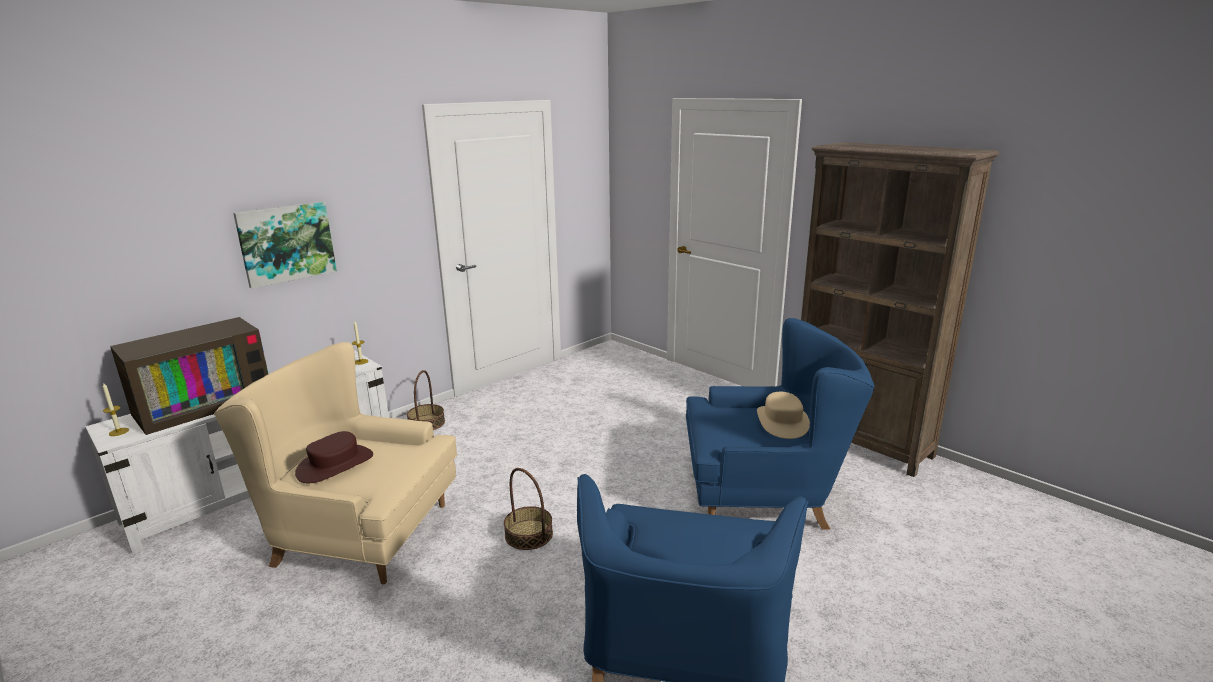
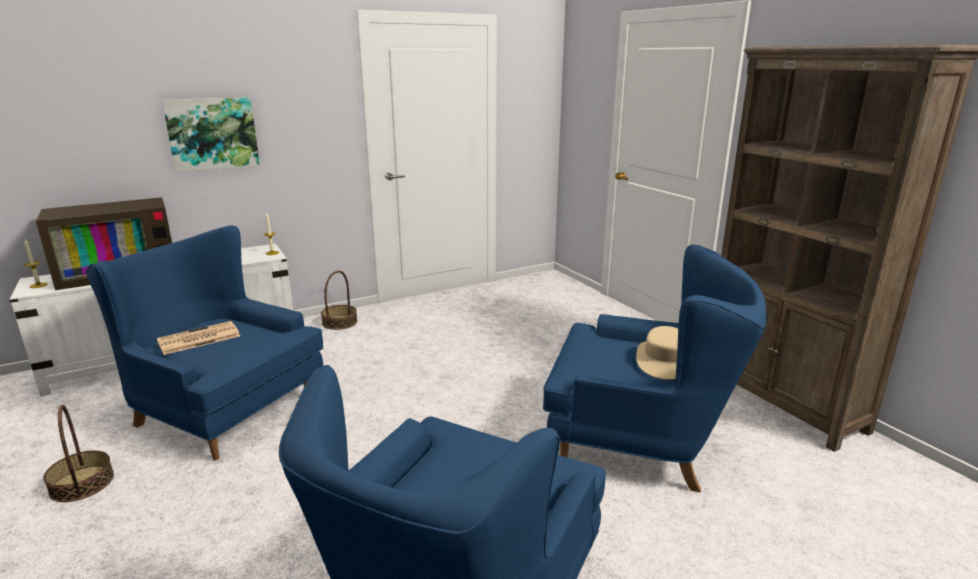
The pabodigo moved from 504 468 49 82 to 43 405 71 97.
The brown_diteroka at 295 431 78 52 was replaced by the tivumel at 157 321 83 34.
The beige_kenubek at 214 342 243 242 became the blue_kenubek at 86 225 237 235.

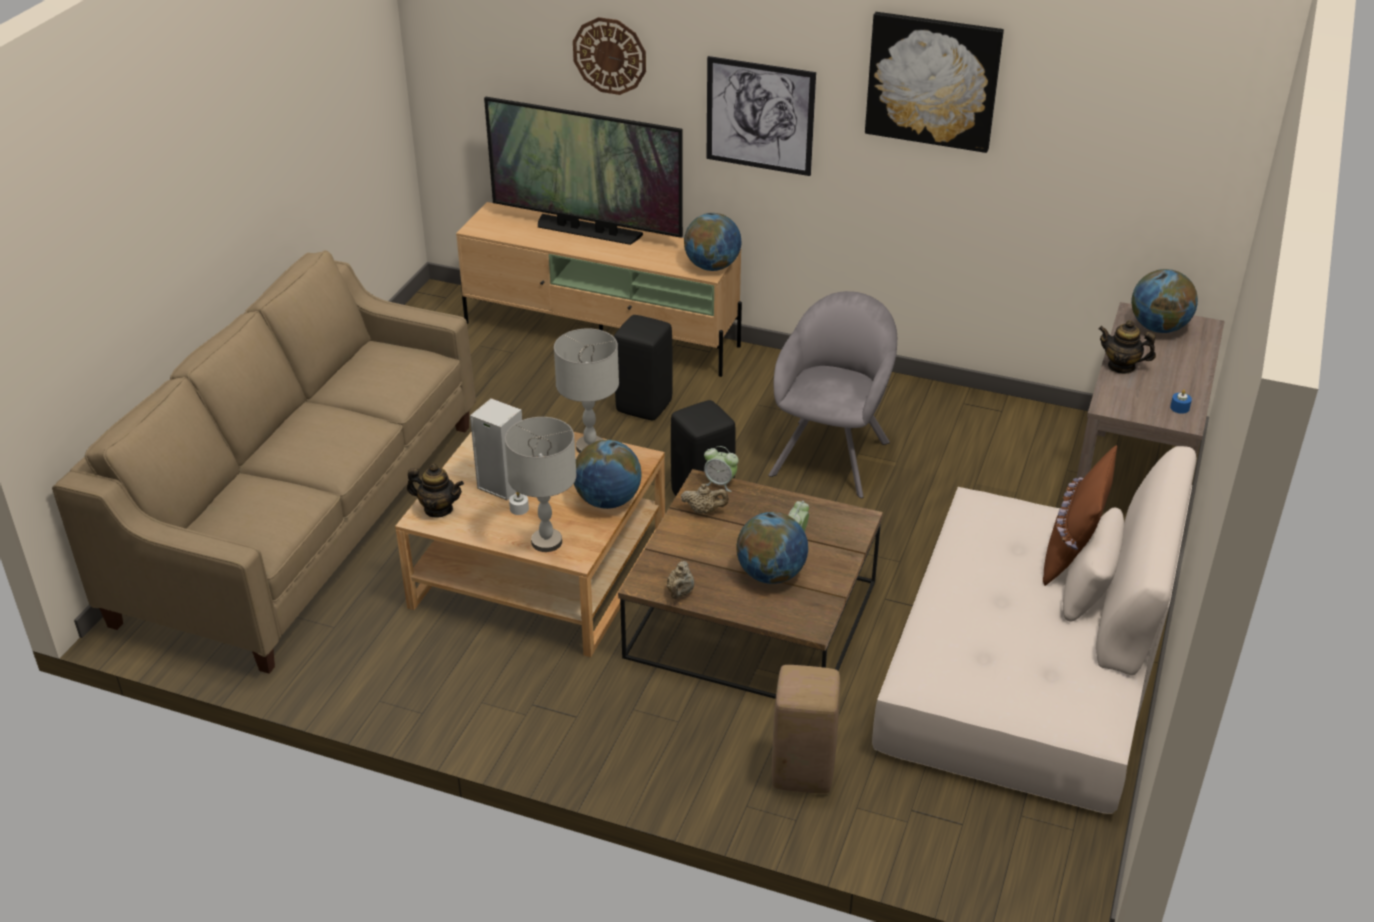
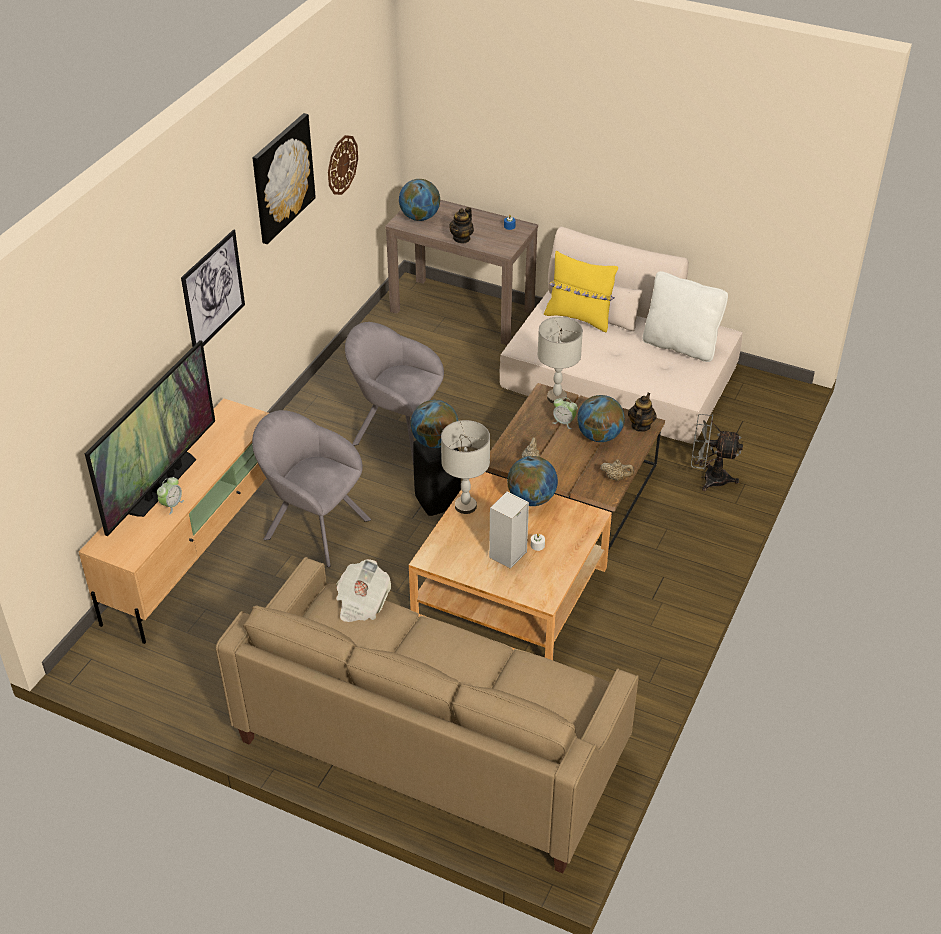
The tivumel at 336 559 55 63 appeared.
The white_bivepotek at 643 271 85 91 appeared.
The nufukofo moved from 407 464 57 53 to 628 393 29 39.
The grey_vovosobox moved from 505 417 72 135 to 537 317 46 87.
The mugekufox moved from 573 17 73 78 to 328 135 30 60.
The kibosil moved from 684 213 58 58 to 410 400 49 48.
The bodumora moved from 704 446 35 46 to 157 477 27 37.
The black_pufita at 614 315 59 105 was replaced by the grey_kenubek at 252 410 119 157.
The beige_pufita at 772 665 68 129 was replaced by the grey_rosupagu at 691 414 52 77.
The brown_bivepotek at 1043 445 74 141 became the yellow_bivepotek at 544 251 74 81.

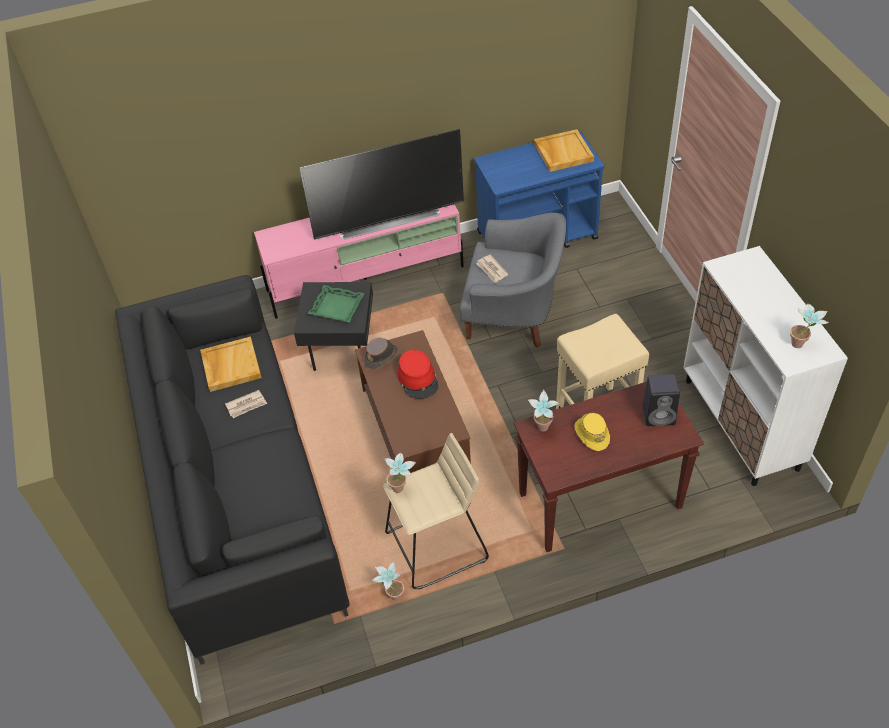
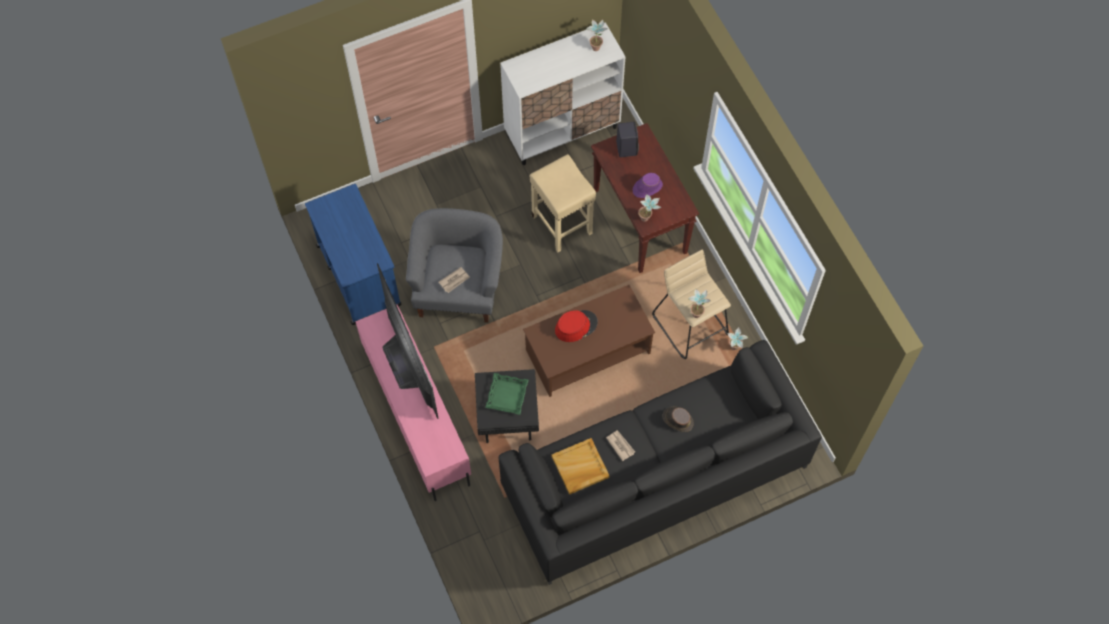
The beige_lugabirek at 534 129 60 43 disappeared.
The brown_diteroka moved from 364 338 34 32 to 662 407 31 25.
The yellow_diteroka at 575 413 35 38 became the purple_diteroka at 633 173 30 25.

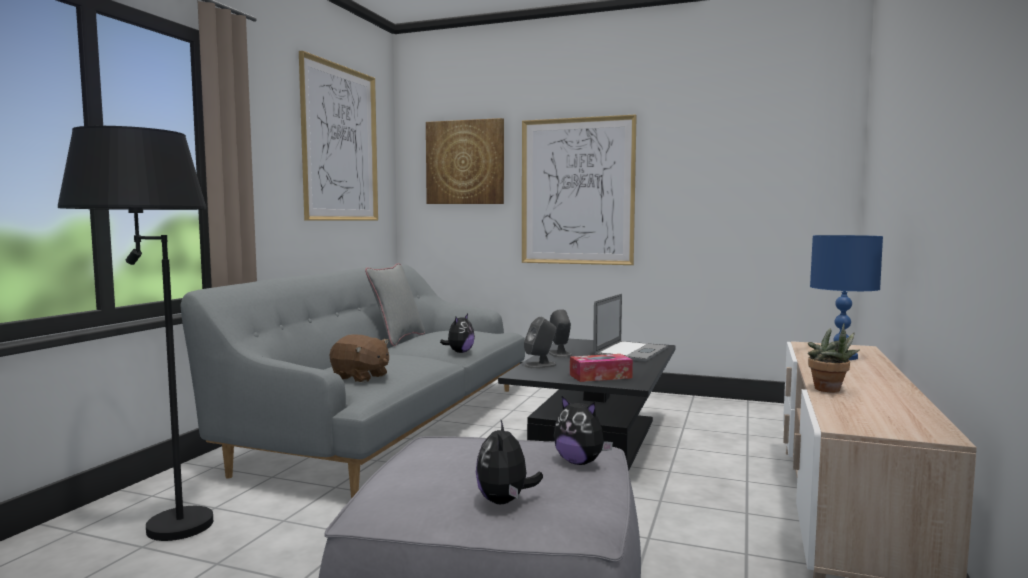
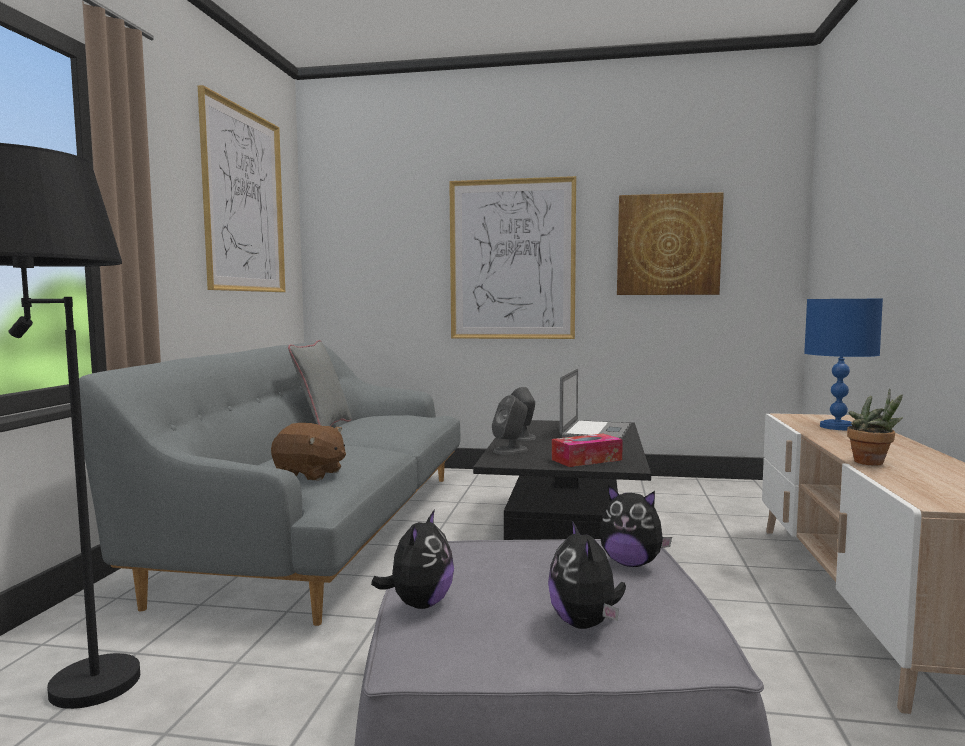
The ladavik moved from 426 118 78 86 to 617 192 107 103.
The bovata moved from 440 314 35 39 to 371 509 83 100.

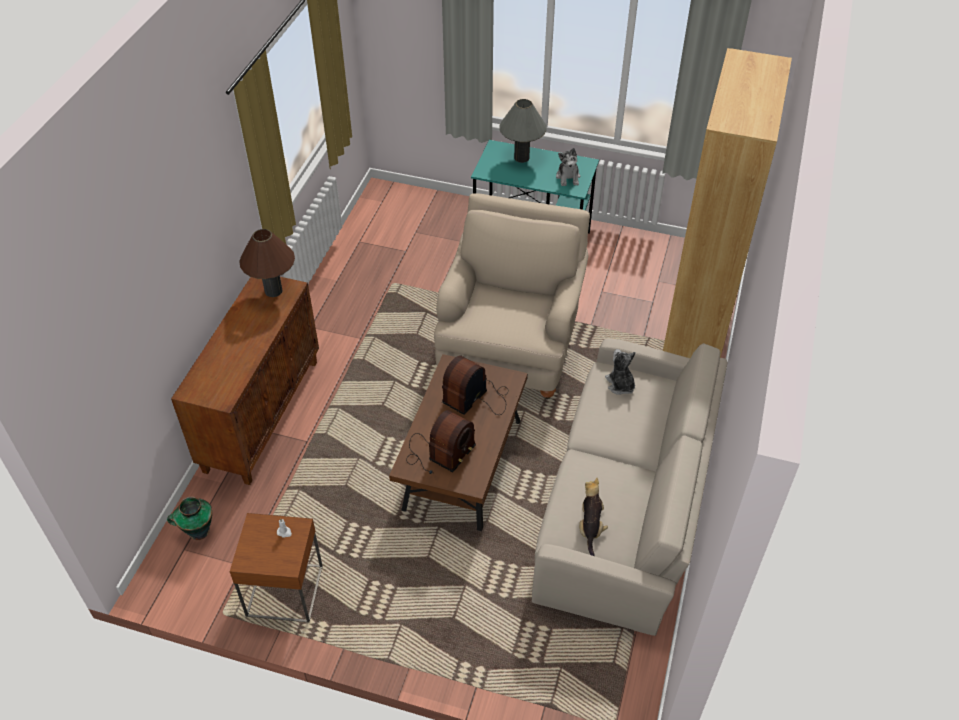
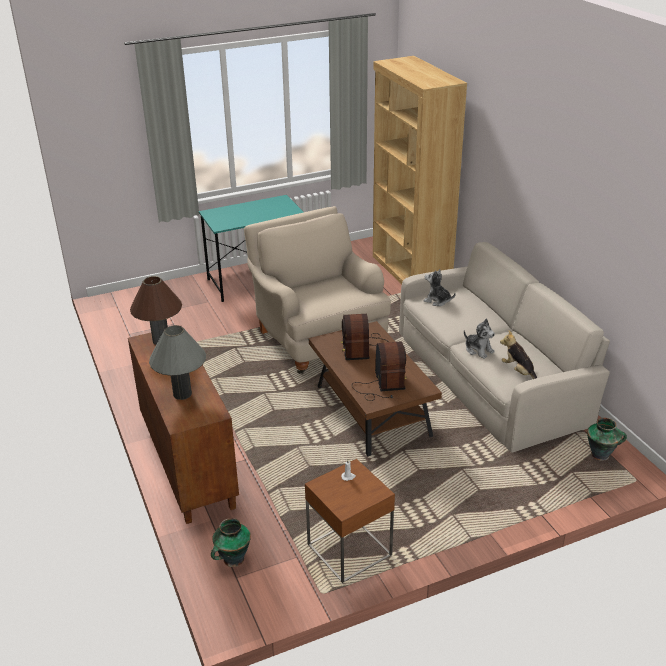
The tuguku at 587 418 40 43 appeared.
The grey_vovosobox moved from 499 99 48 64 to 149 325 57 75.
The bovata moved from 556 148 24 38 to 464 319 31 40.

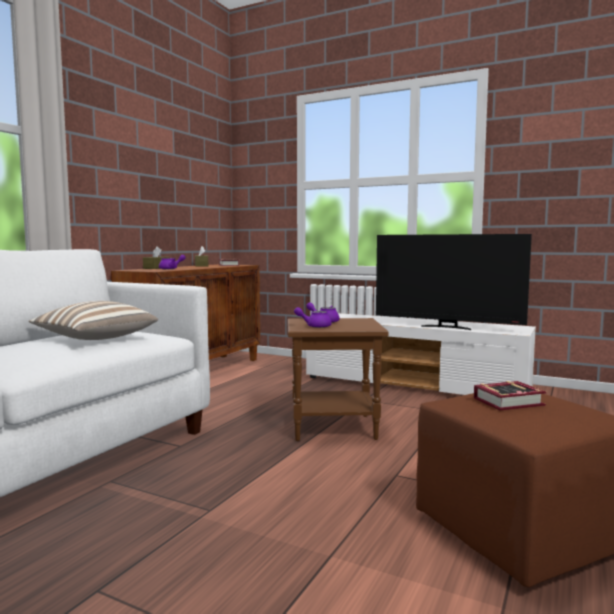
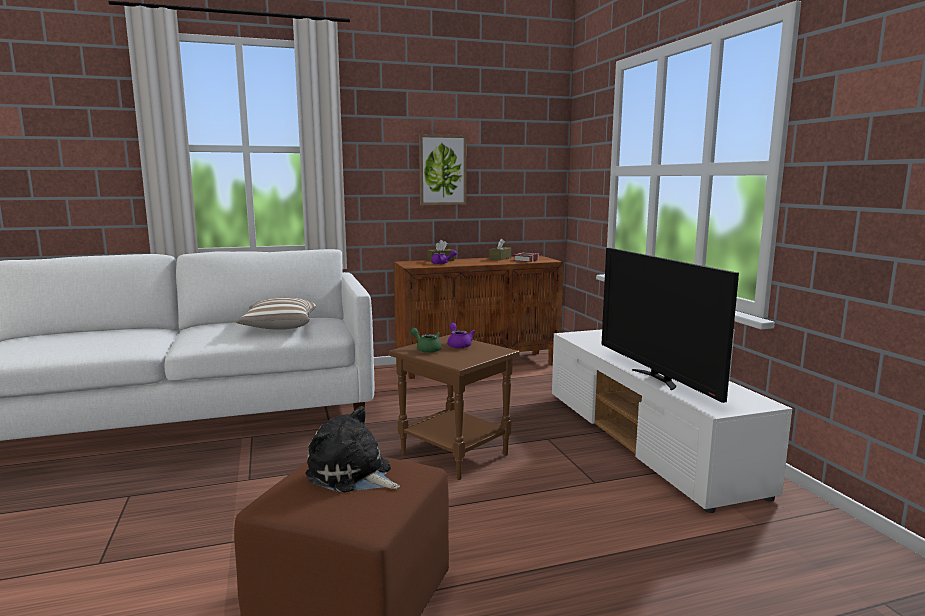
The ladavik at 419 134 48 71 appeared.
The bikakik at 474 381 72 30 was replaced by the bovata at 305 406 95 87.
The purple_nufukofo at 294 307 38 21 became the green_nufukofo at 410 328 32 25.

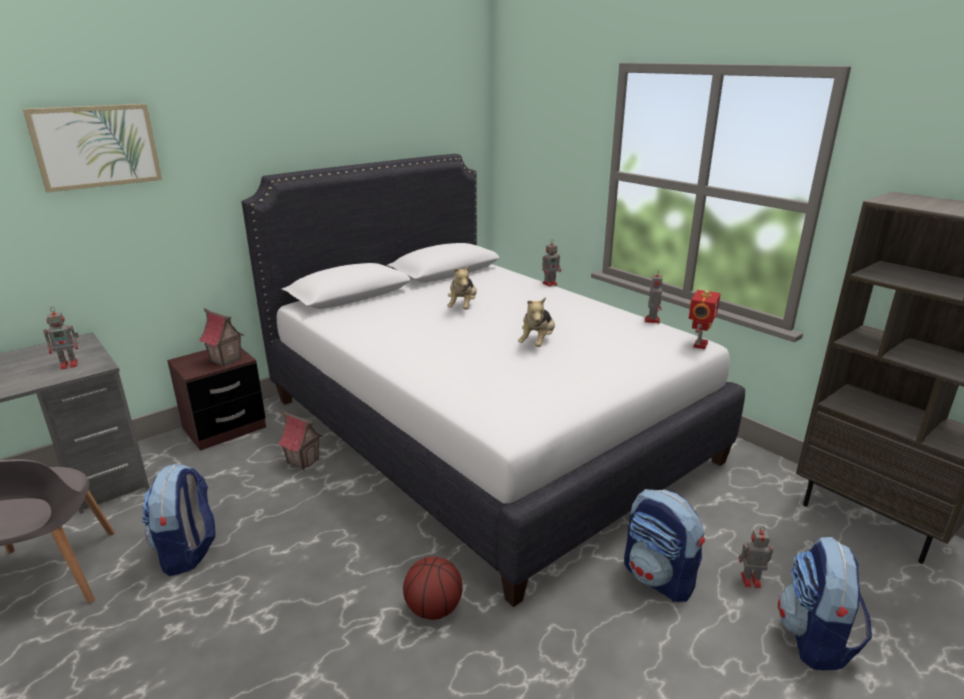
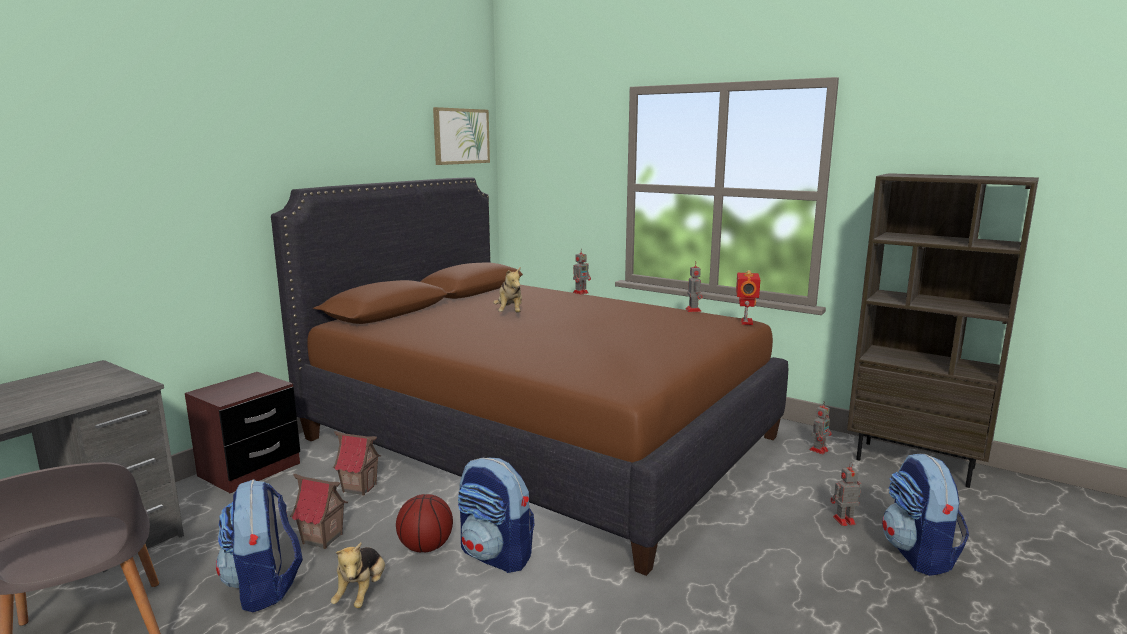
The ladavik moved from 23 104 139 88 to 433 107 57 58.
The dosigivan moved from 43 307 36 63 to 809 402 23 52.
The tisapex moved from 199 308 45 59 to 290 474 58 75.
The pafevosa moved from 403 556 60 64 to 396 494 57 58.
The bovata moved from 518 297 37 50 to 331 542 54 66.
The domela moved from 624 489 81 113 to 458 458 77 115.
The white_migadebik at 241 154 504 453 became the brown_migadebik at 271 177 517 399.

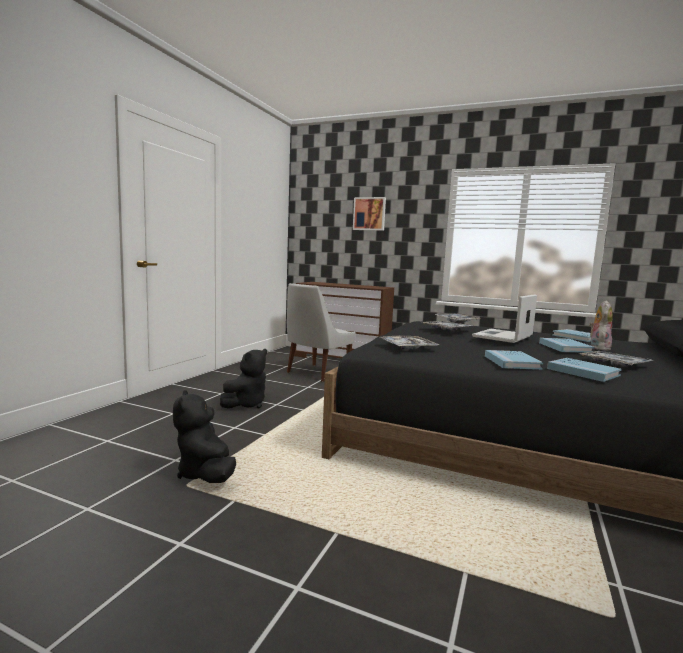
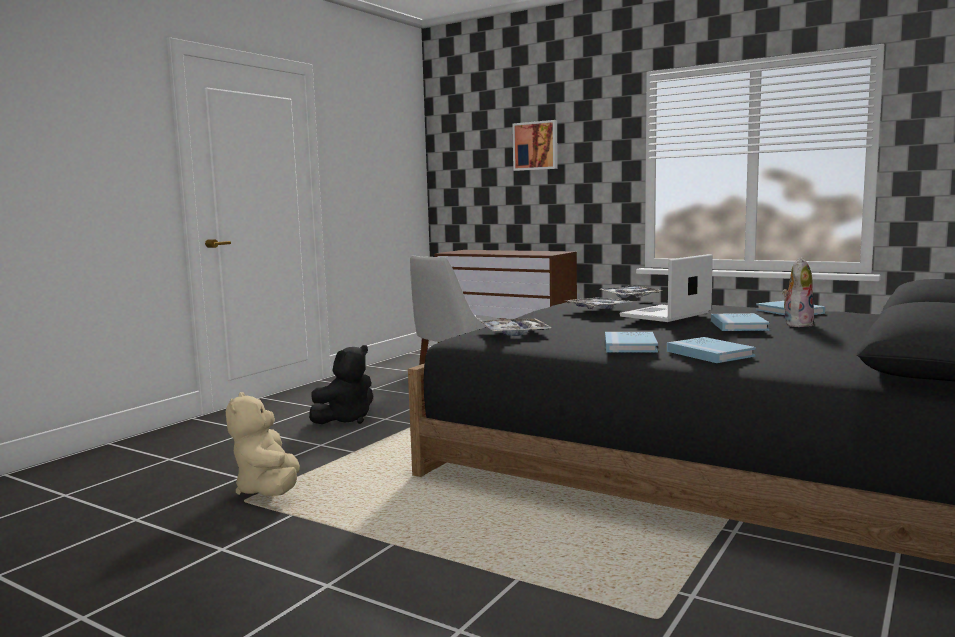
The lugabirek at 580 351 73 15 disappeared.
The black_bovata at 173 390 63 93 became the beige_bovata at 226 392 74 104.

